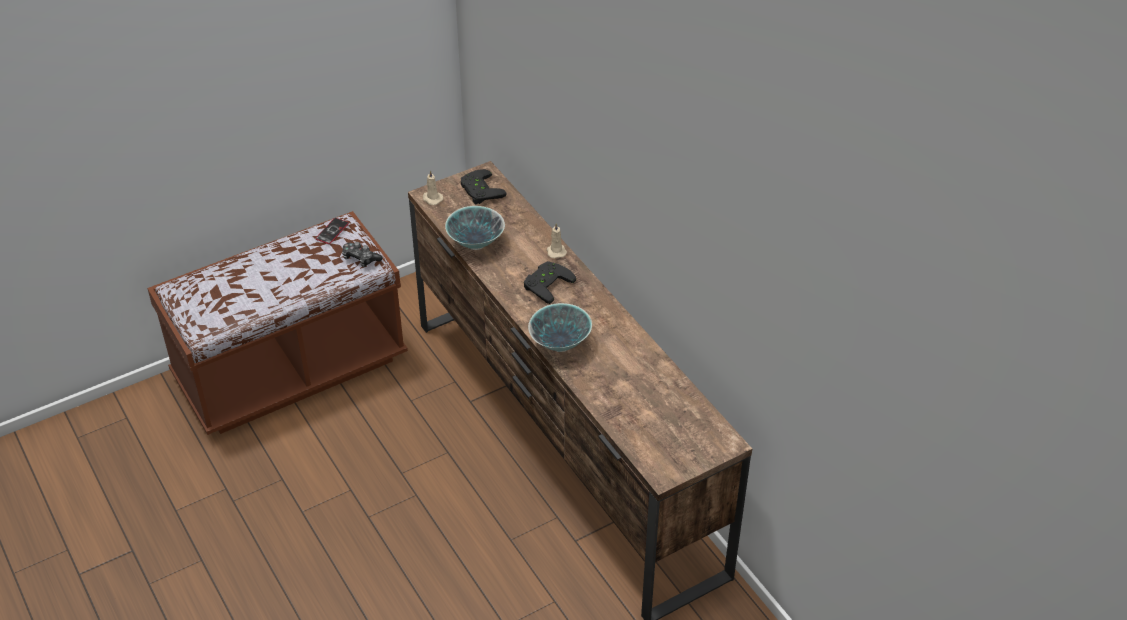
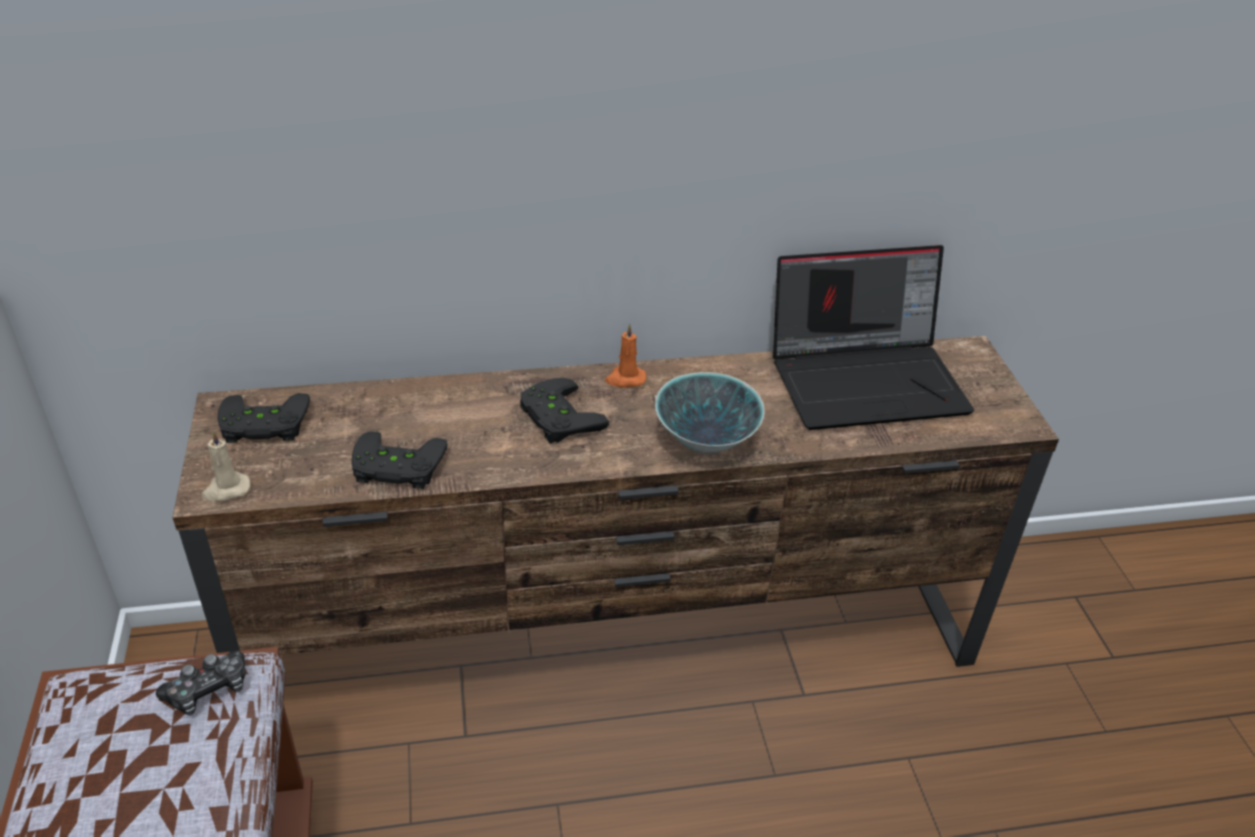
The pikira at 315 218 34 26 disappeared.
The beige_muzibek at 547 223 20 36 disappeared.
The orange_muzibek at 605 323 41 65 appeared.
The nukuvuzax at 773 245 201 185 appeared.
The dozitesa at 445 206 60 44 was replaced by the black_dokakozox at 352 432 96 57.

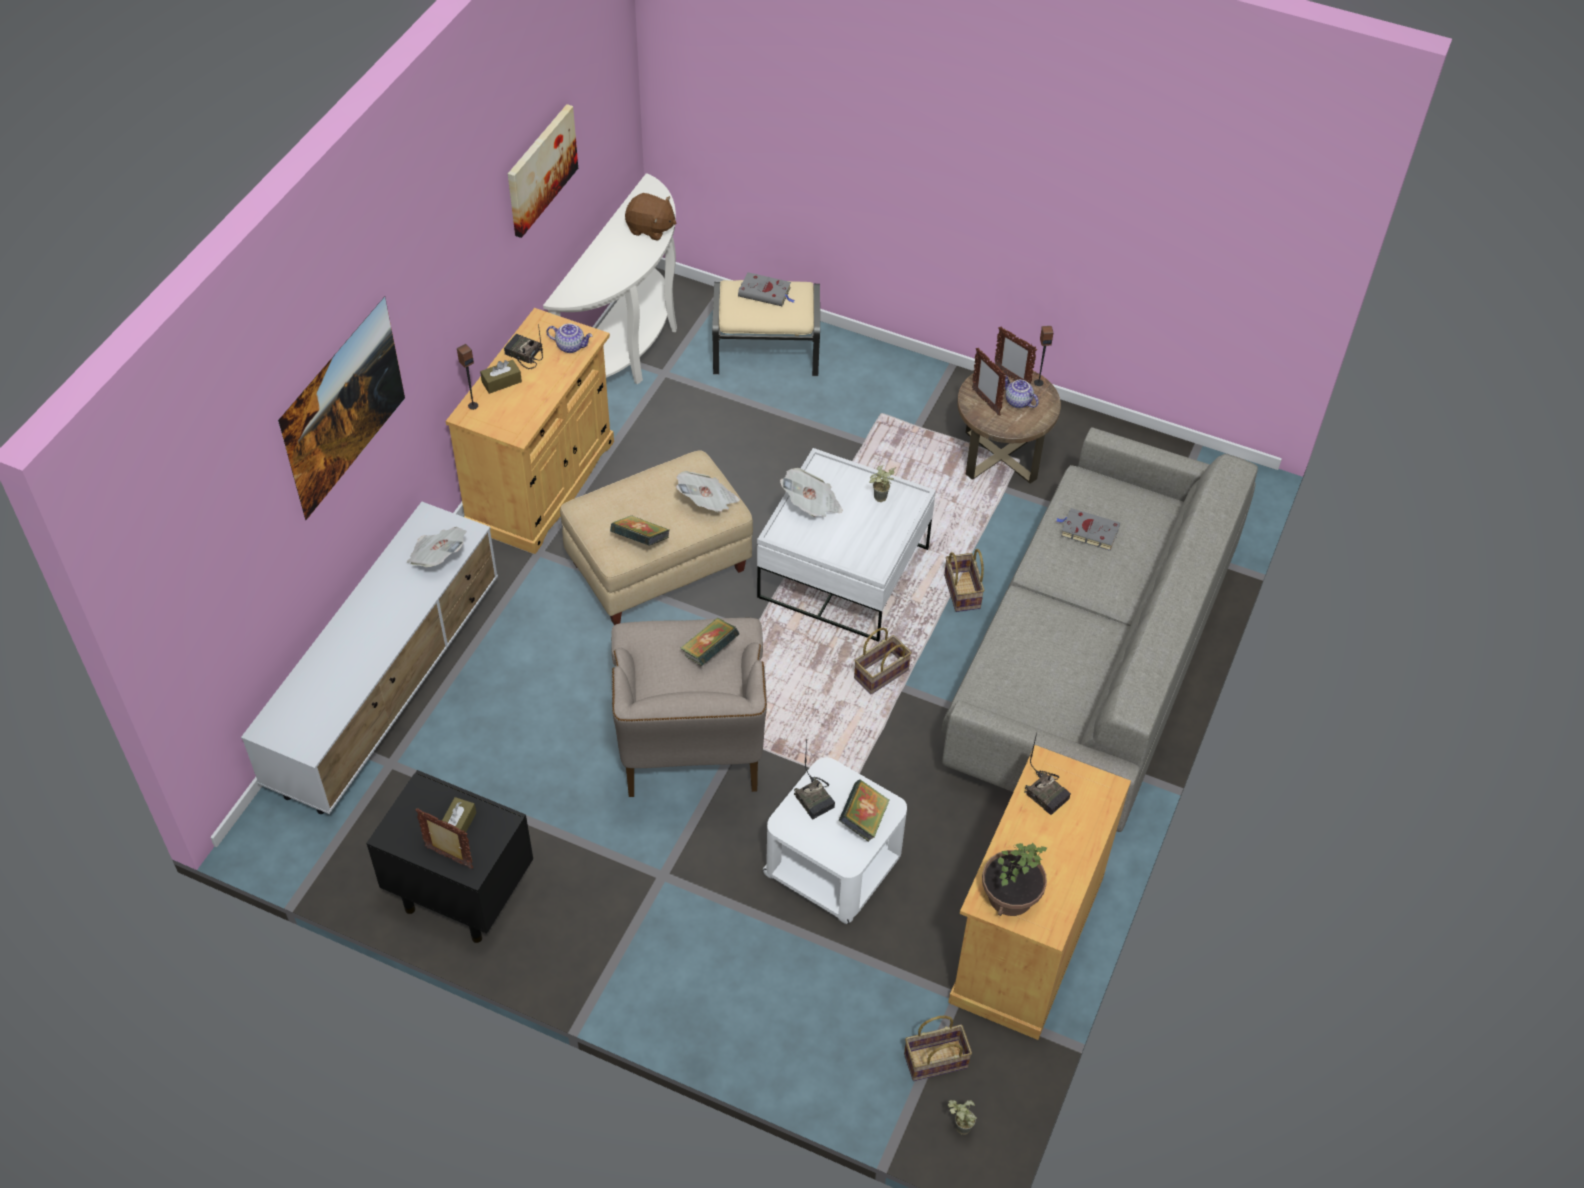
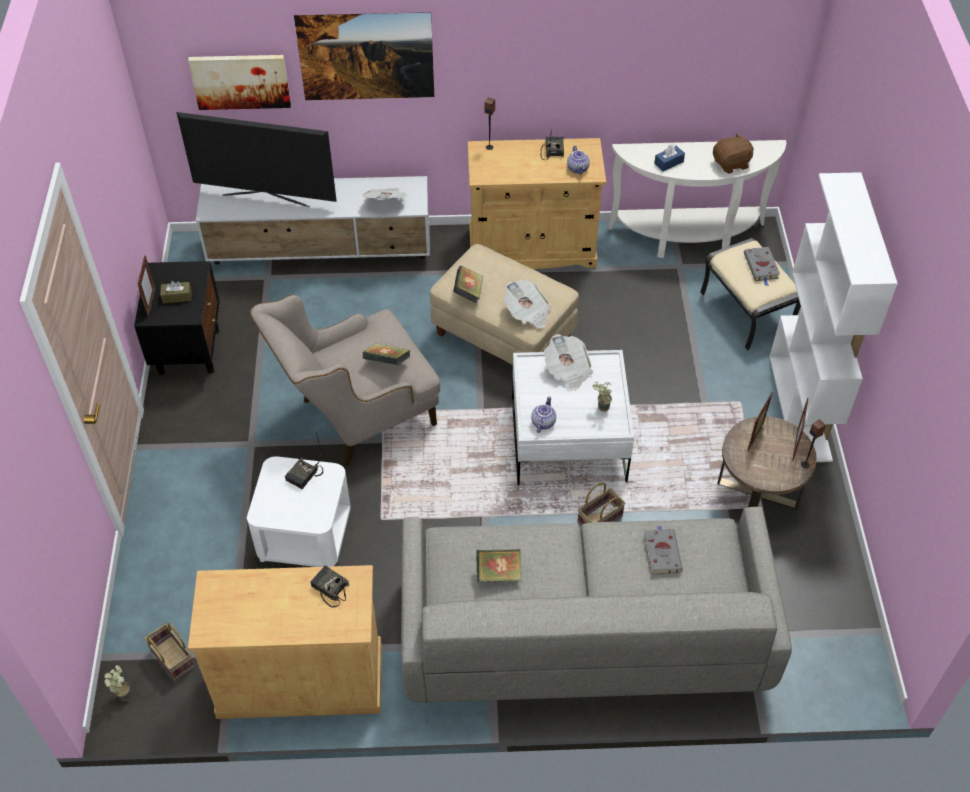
The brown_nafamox at 480 360 42 34 disappeared.
The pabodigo at 854 628 58 66 disappeared.
The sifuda at 982 842 65 74 disappeared.
The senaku at 176 112 161 95 appeared.
The blue_nafamox at 654 144 31 27 appeared.
The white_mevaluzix at 770 172 128 290 appeared.
The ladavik moved from 508 104 70 134 to 188 55 103 55.
The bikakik moved from 839 779 50 63 to 476 549 46 33.
The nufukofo moved from 1005 375 34 33 to 531 396 25 37.
The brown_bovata at 625 193 51 48 turned 105 degrees counterclockwise.
The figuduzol at 1024 733 47 82 turned 105 degrees clockwise.

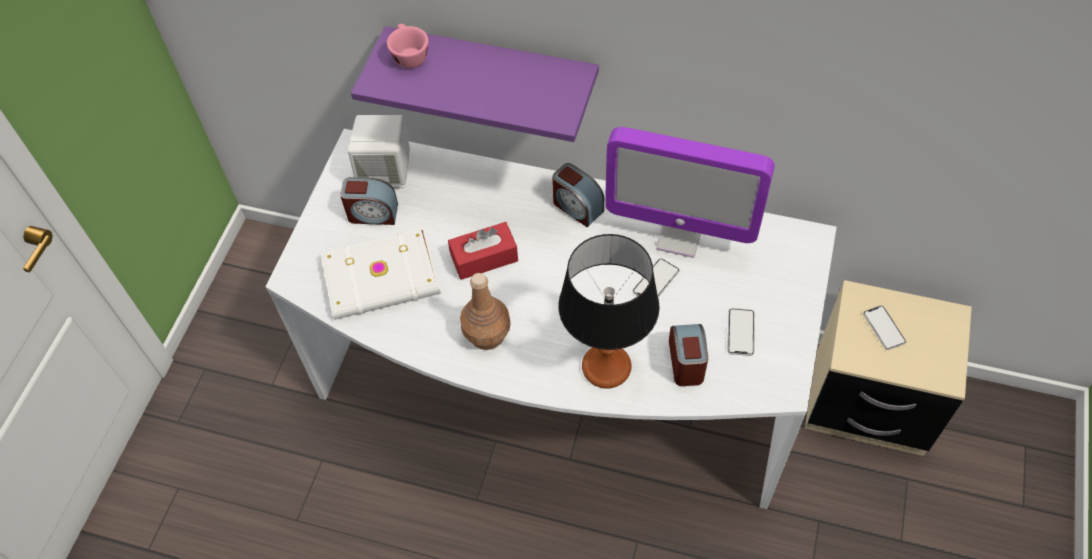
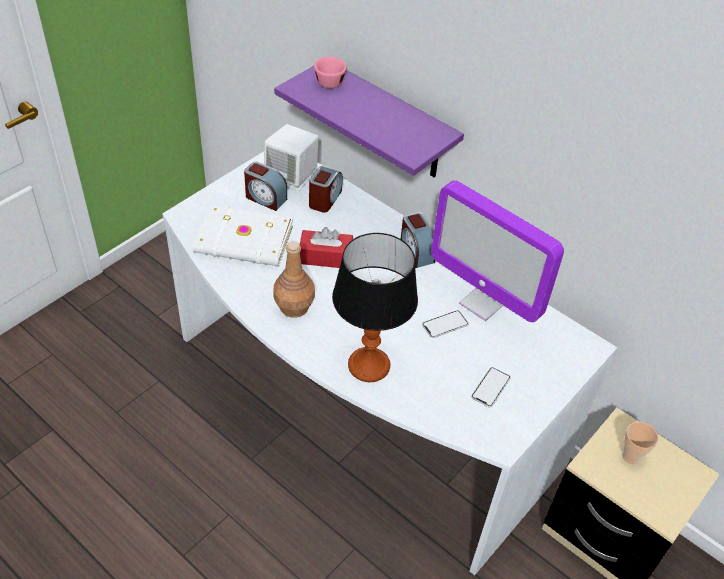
The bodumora moved from 669 324 39 62 to 309 166 34 47.
The pikira at 863 305 43 45 was replaced by the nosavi at 622 422 36 42.

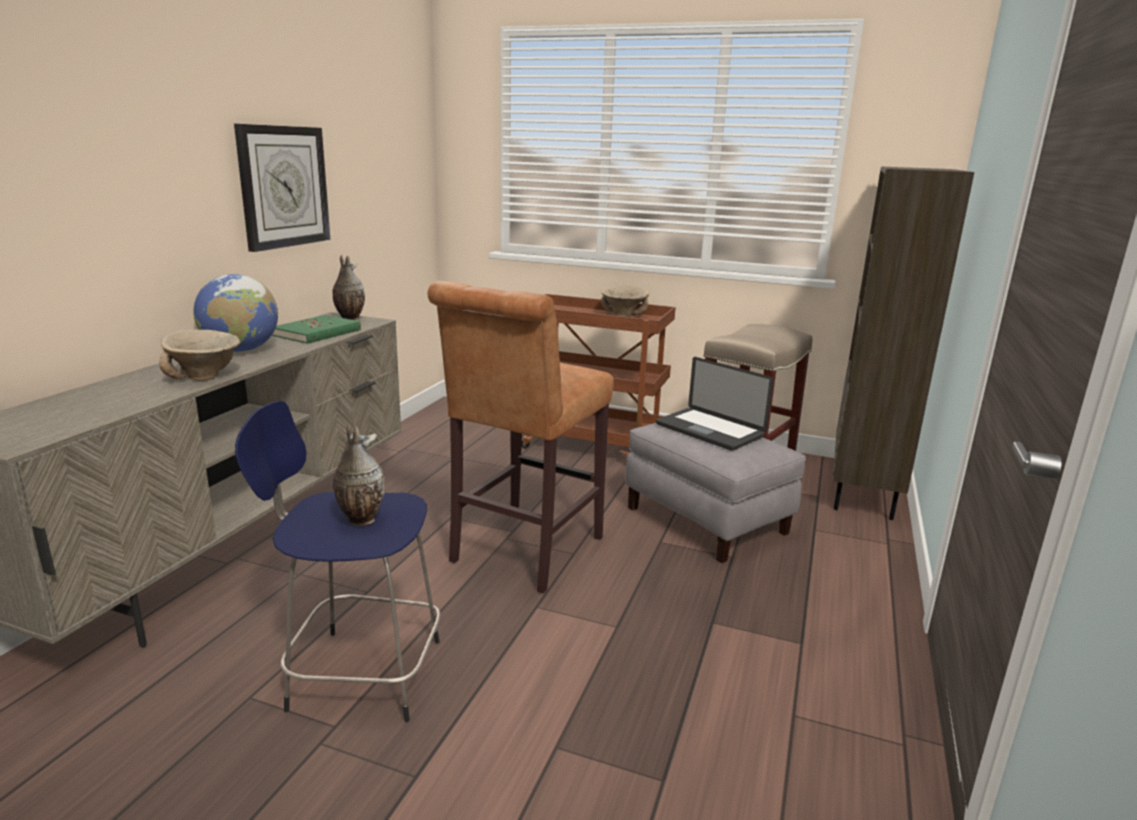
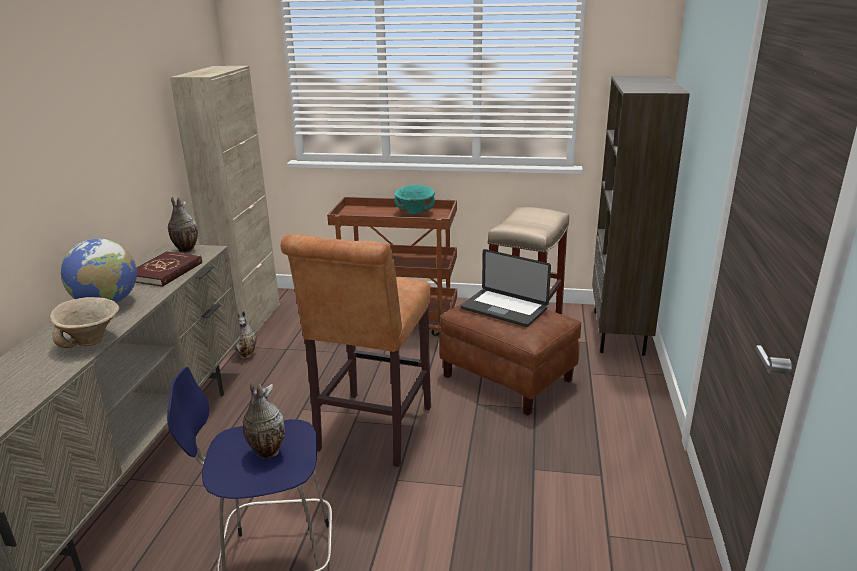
The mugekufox at 234 124 96 128 disappeared.
The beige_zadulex at 170 66 110 268 appeared.
The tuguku at 234 311 23 47 appeared.
The green_bikakik at 272 315 89 29 became the red_bikakik at 135 251 67 36.
The beige_dozitesa at 601 285 48 32 became the turquoise_dozitesa at 394 184 41 30.
The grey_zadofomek at 625 423 181 140 became the brown_zadofomek at 439 290 142 126.

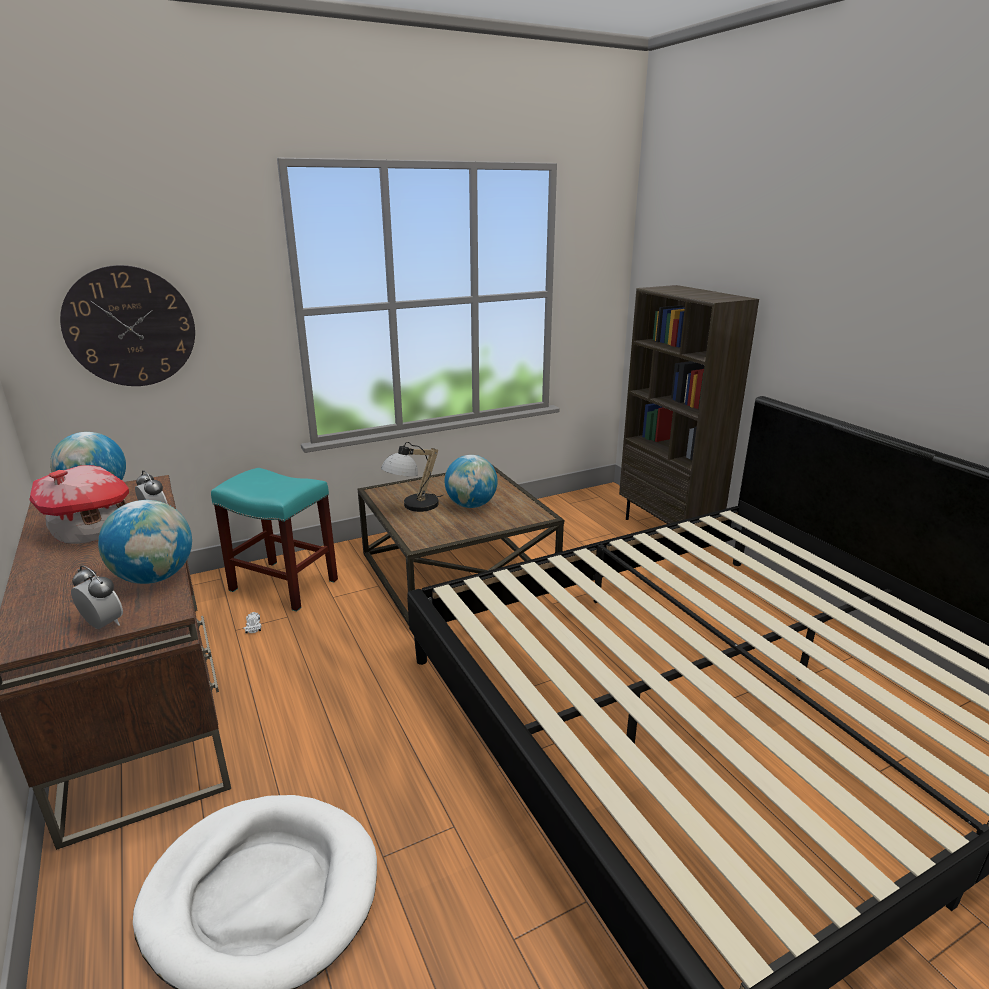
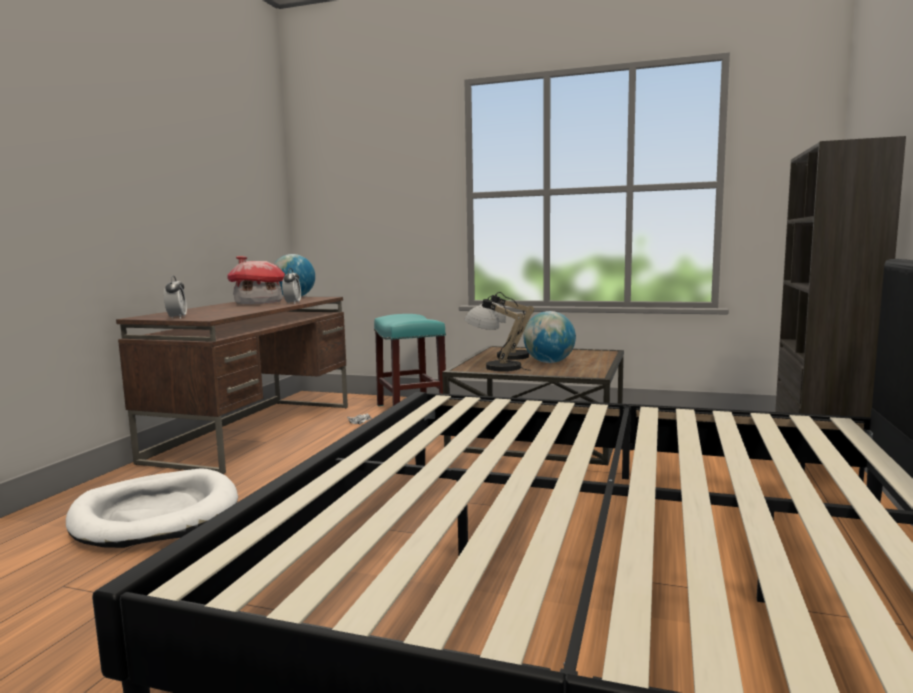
The mugekufox at 60 265 135 121 disappeared.
The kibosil at 98 500 94 84 disappeared.
The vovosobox at 465 296 66 75 appeared.

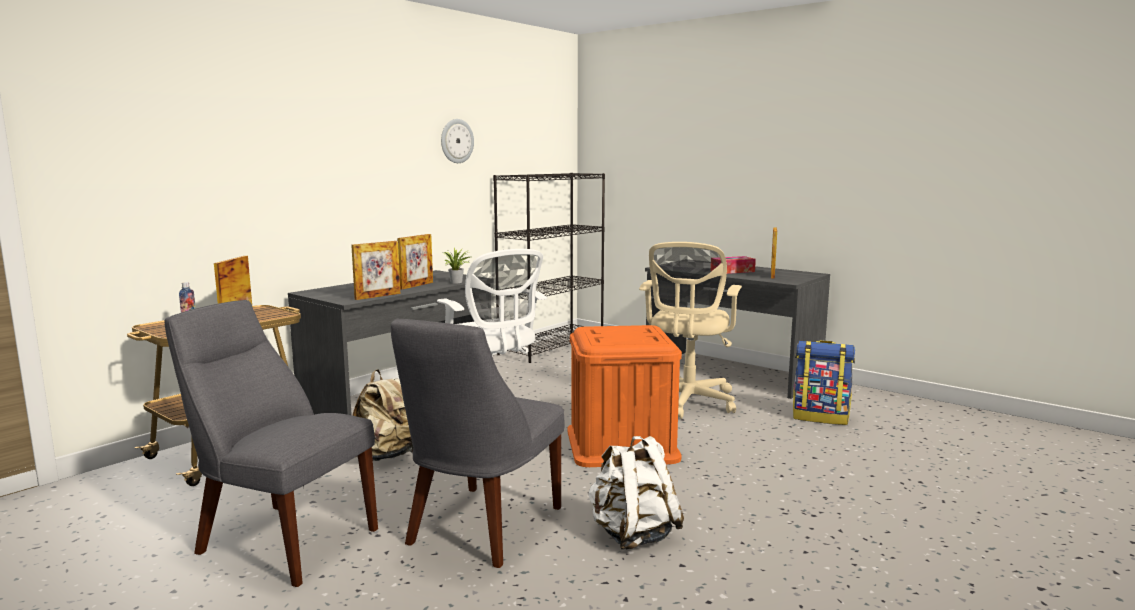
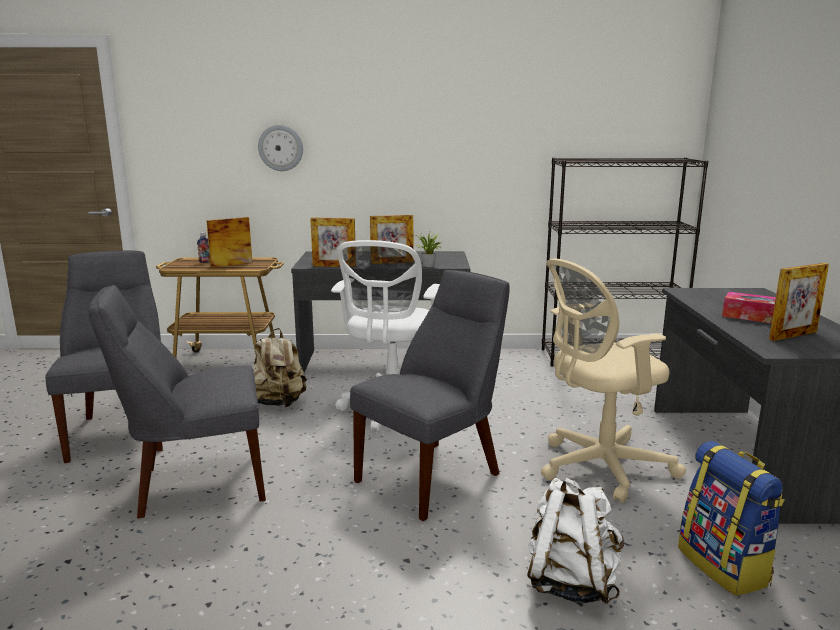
The mugekufox moved from 441 119 33 44 to 258 125 45 46.
The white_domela moved from 588 436 96 113 to 527 478 97 126.
The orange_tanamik at 567 325 115 142 was replaced by the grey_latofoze at 350 270 160 251.

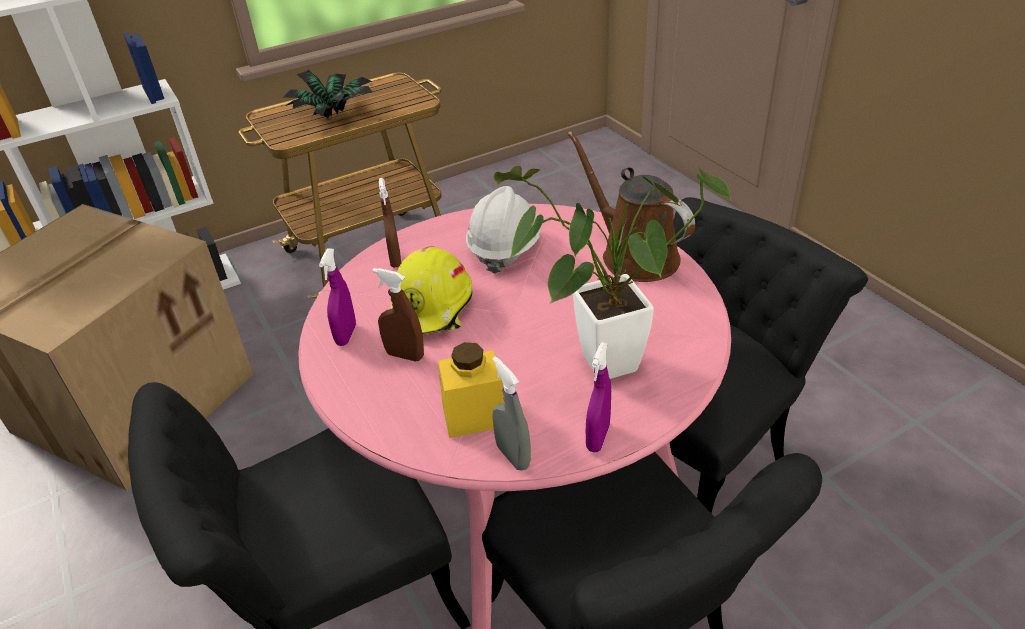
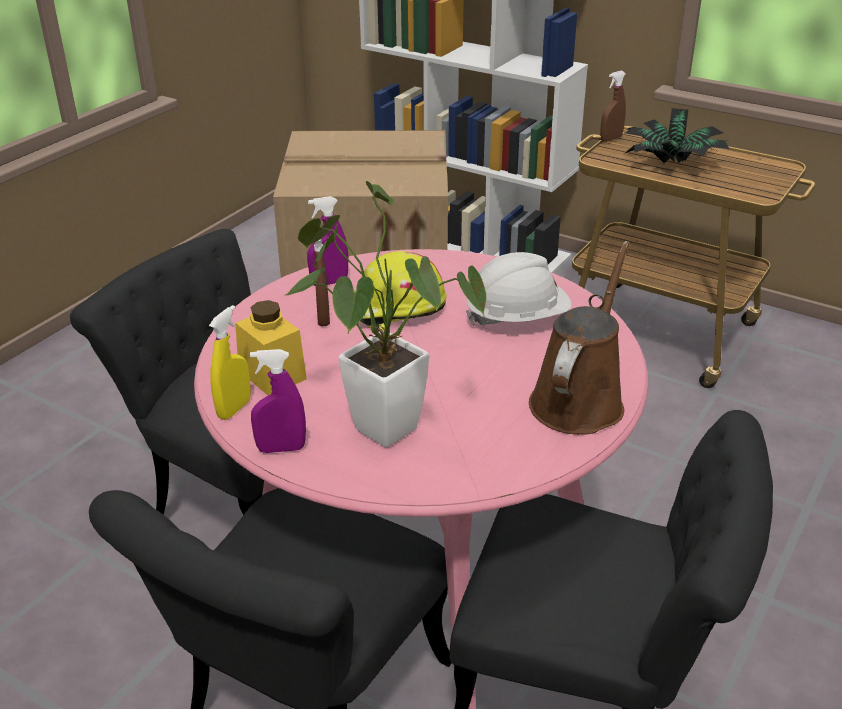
The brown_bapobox moved from 379 178 22 89 to 600 71 26 71.
The grey_bapobox at 492 356 39 115 became the yellow_bapobox at 209 305 42 115.

